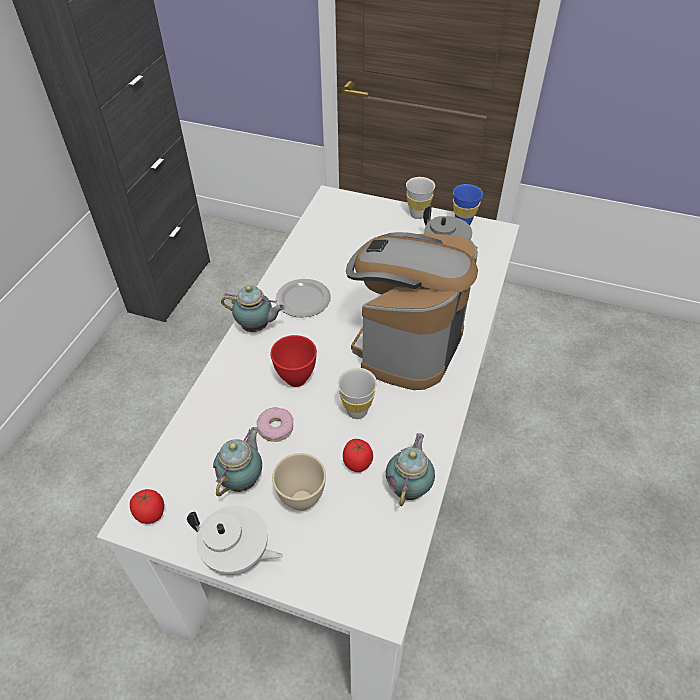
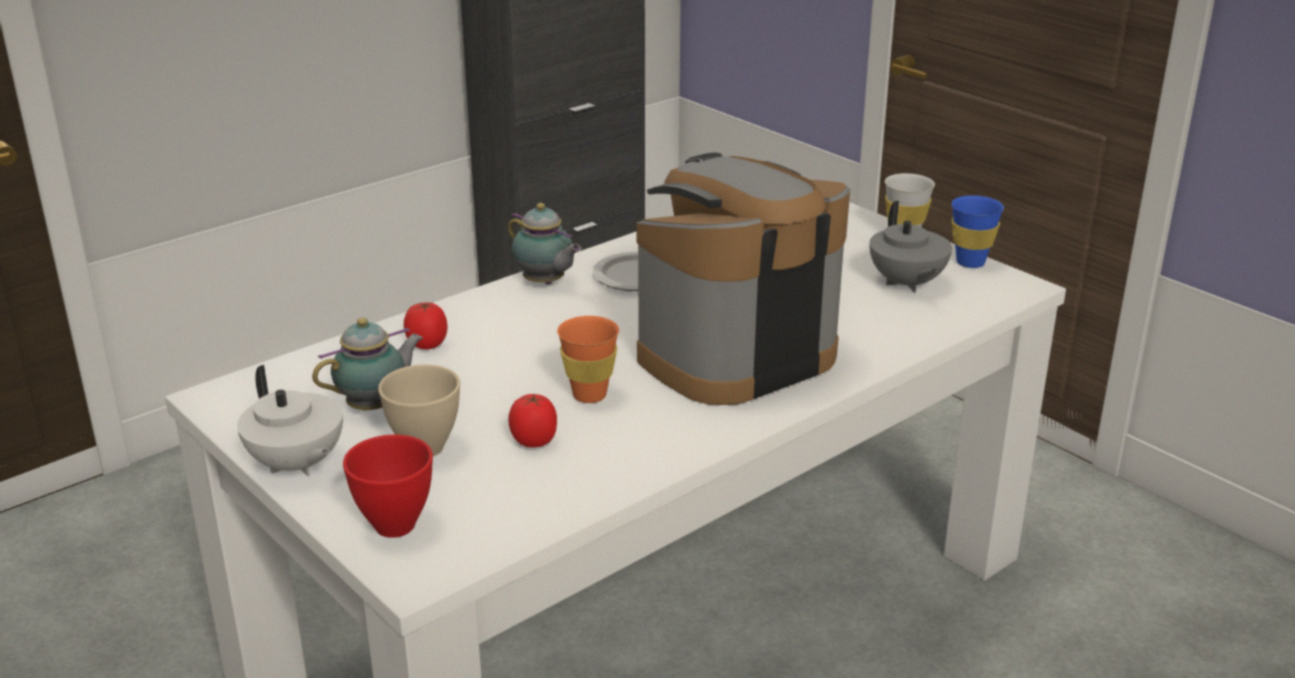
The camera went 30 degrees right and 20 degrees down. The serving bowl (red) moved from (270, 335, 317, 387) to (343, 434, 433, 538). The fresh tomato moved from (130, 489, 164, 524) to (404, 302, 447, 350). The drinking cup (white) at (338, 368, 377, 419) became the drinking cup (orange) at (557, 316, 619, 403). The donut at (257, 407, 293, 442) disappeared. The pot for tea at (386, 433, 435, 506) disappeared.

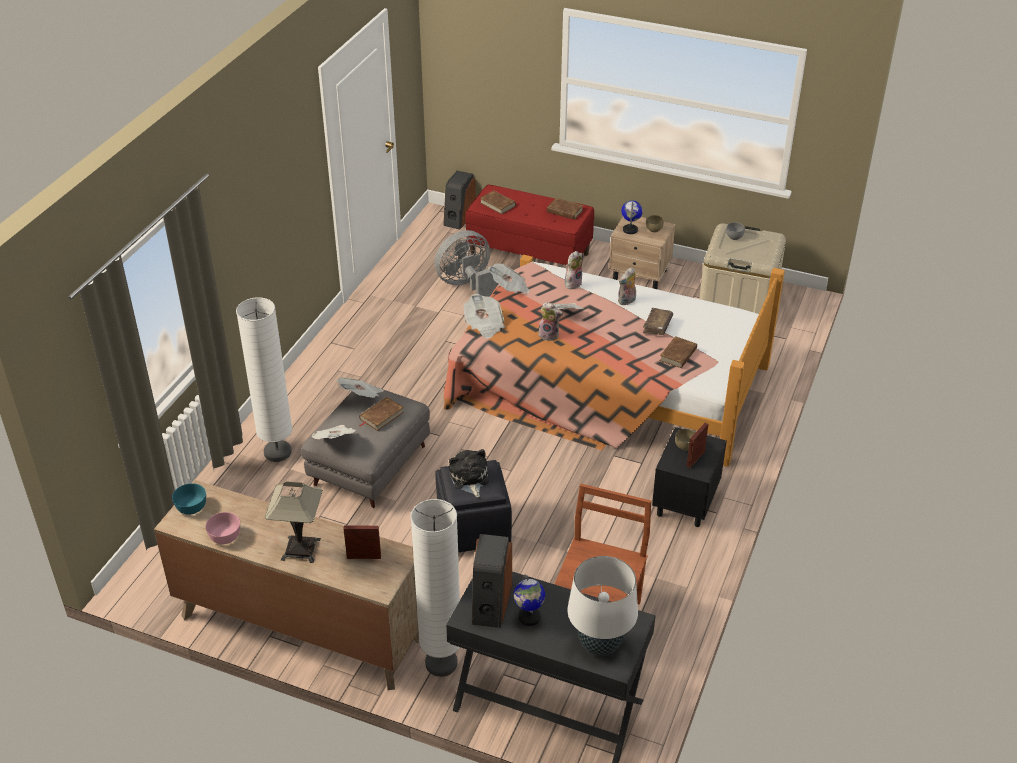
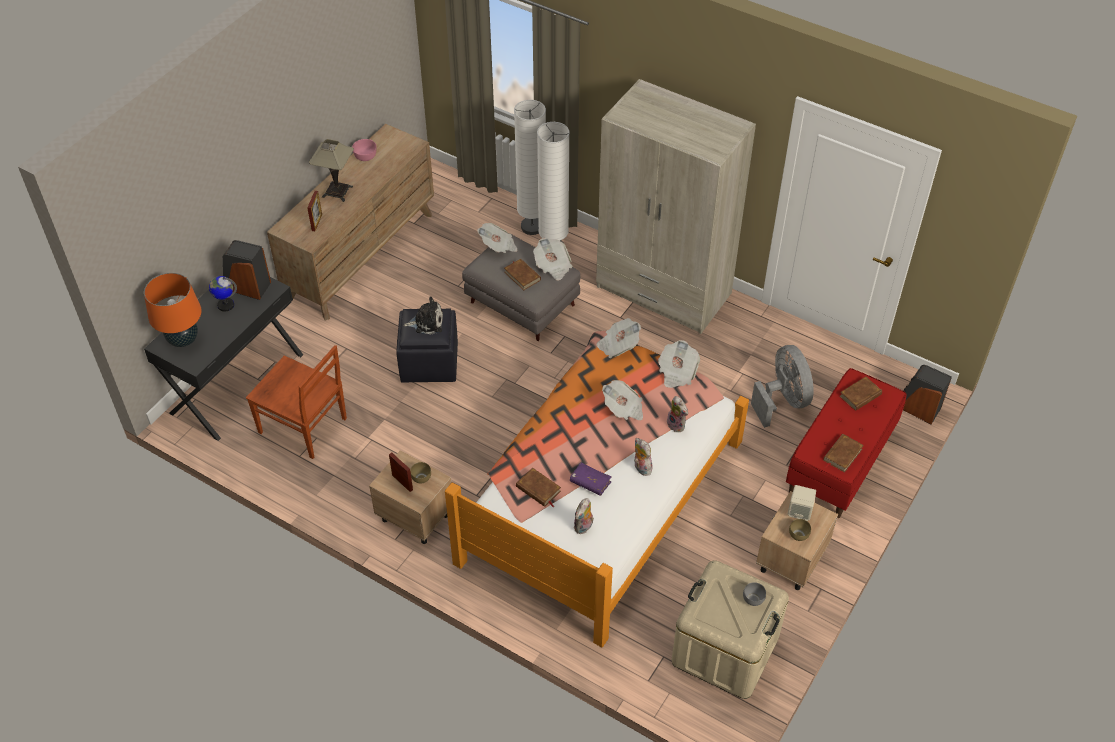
The camera went 100 degrees right and 10 degrees up. The lamp for a table (white) at (567, 556, 638, 656) became the lamp for a table (orange) at (144, 273, 202, 347). The night table (black) at (652, 427, 727, 527) became the night table (beige-coloured) at (369, 450, 451, 544). The standard lamp (white) moved from (410, 499, 460, 677) to (514, 100, 546, 235). The volume (brown) at (643, 308, 673, 335) became the volume (purplish) at (570, 462, 612, 496). The plush toy moved from (538, 302, 563, 341) to (574, 498, 594, 534). The clothes cupboard (beige-coloured) at (596, 79, 756, 334) appeared. The world globe at (621, 200, 643, 234) was replaced by the audio speaker (beige-coloured) at (787, 485, 816, 521). The serving bowl (blue-green) at (172, 483, 206, 515) disappeared.

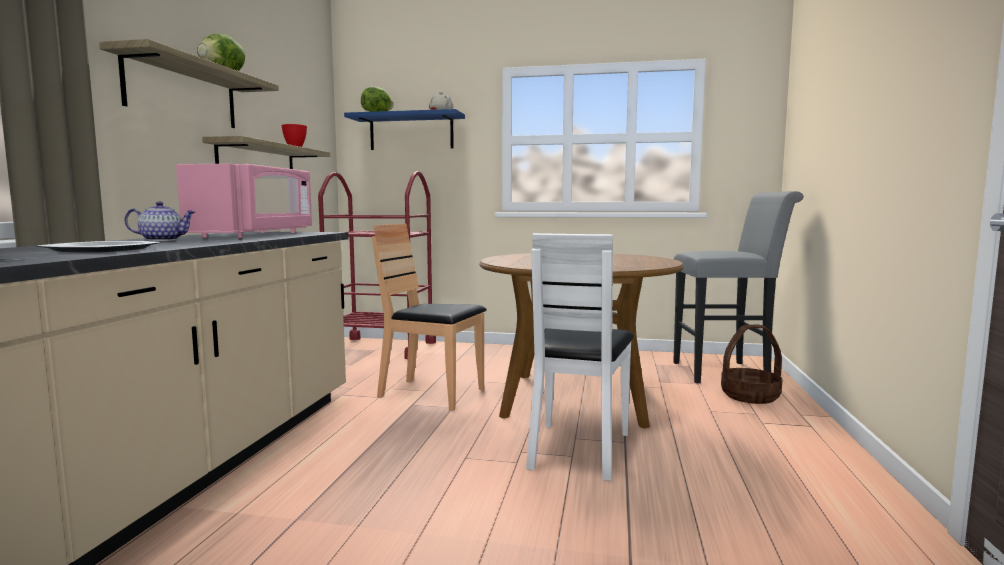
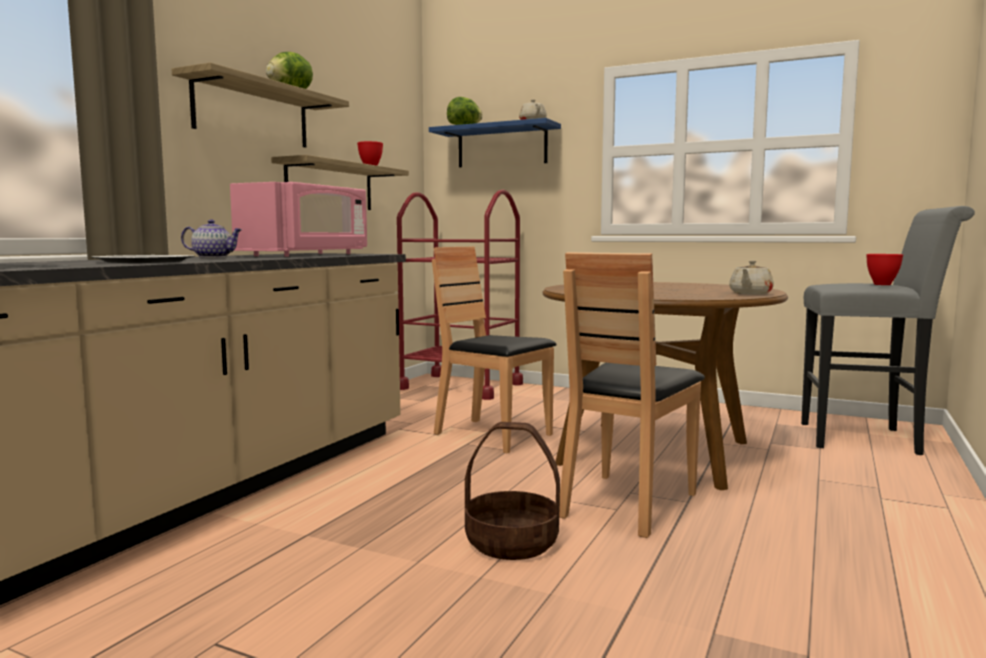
The camera went 15 degrees right and 0 degrees up. The storage basket moved from (721, 325, 782, 404) to (465, 422, 560, 560). The plain chair (white) at (526, 233, 634, 481) became the plain chair (brown) at (559, 252, 705, 538). The pot for tea (beige-coloured) at (729, 260, 774, 295) appeared. The serving bowl (red) at (866, 254, 903, 285) appeared.

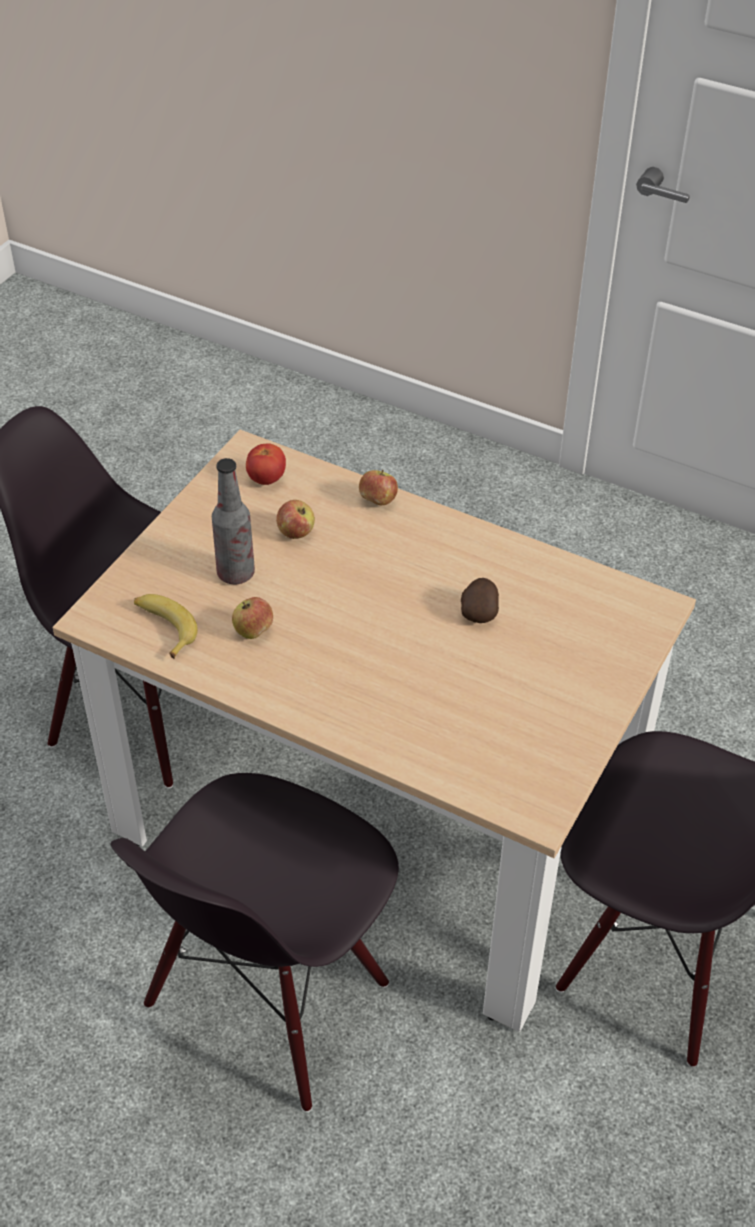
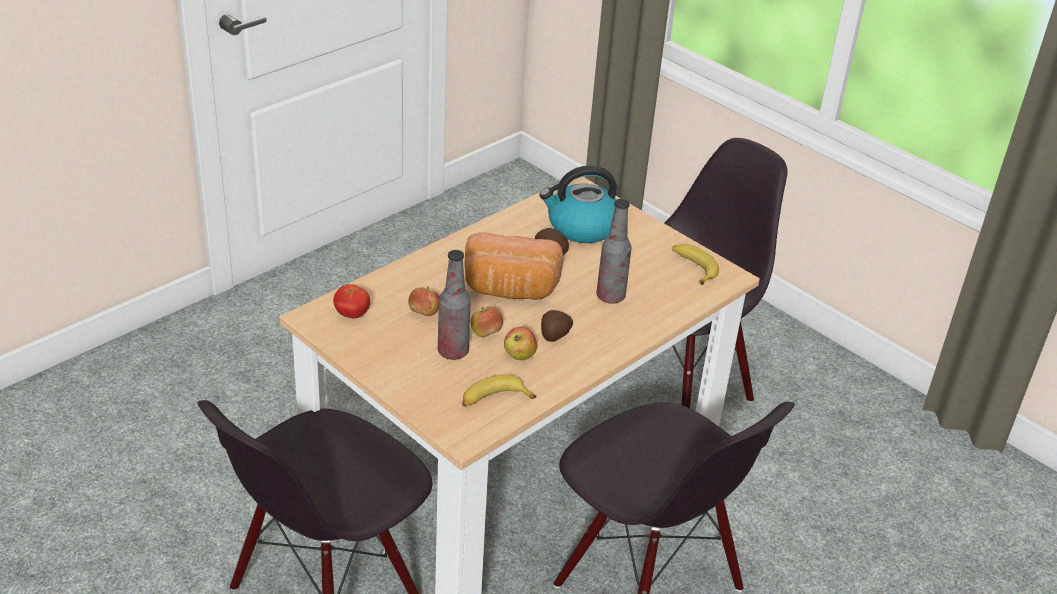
The camera went 75 degrees left and 10 degrees down. The baked bread at (465, 233, 563, 300) appeared. The apple moved from (359, 470, 398, 505) to (471, 307, 503, 337). The tea kettle at (539, 166, 617, 243) appeared. The potato at (541, 310, 573, 342) appeared. The bottle at (597, 199, 632, 304) appeared. The banana at (672, 244, 719, 285) appeared.

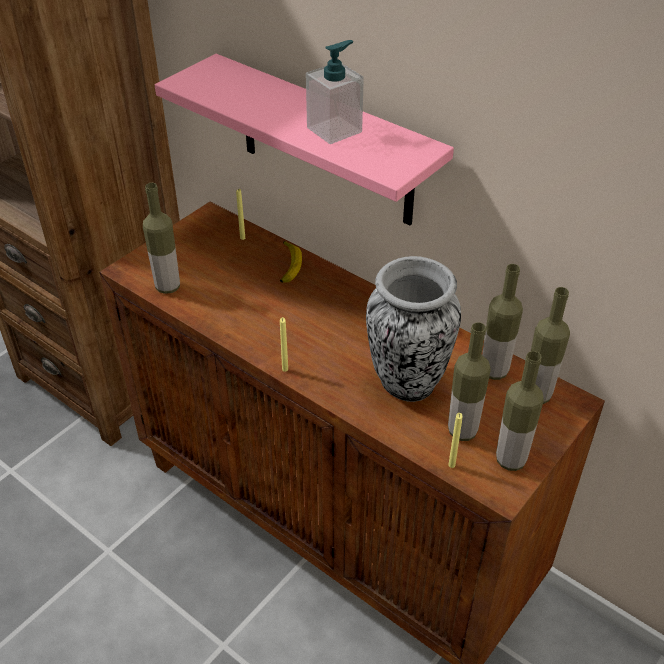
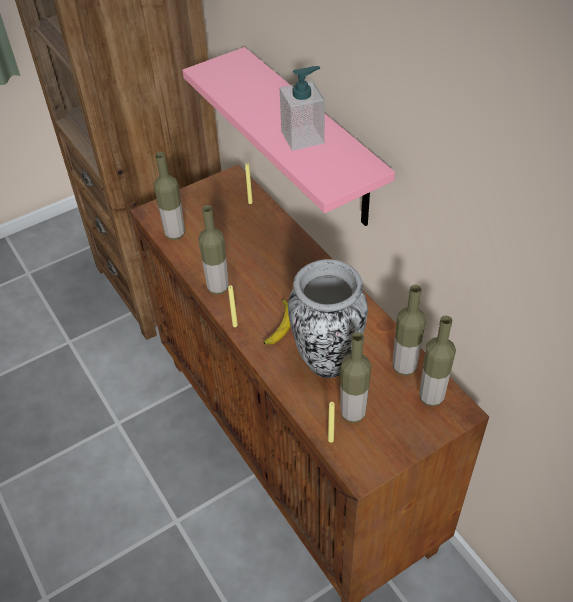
The camera went 20 degrees right and 5 degrees up. The bottle moved from (496, 351, 544, 471) to (198, 205, 229, 295). The banana moved from (280, 241, 302, 283) to (263, 299, 291, 345).

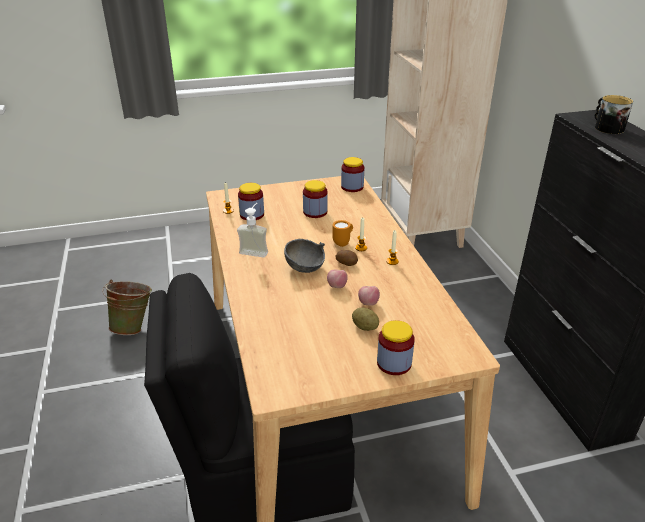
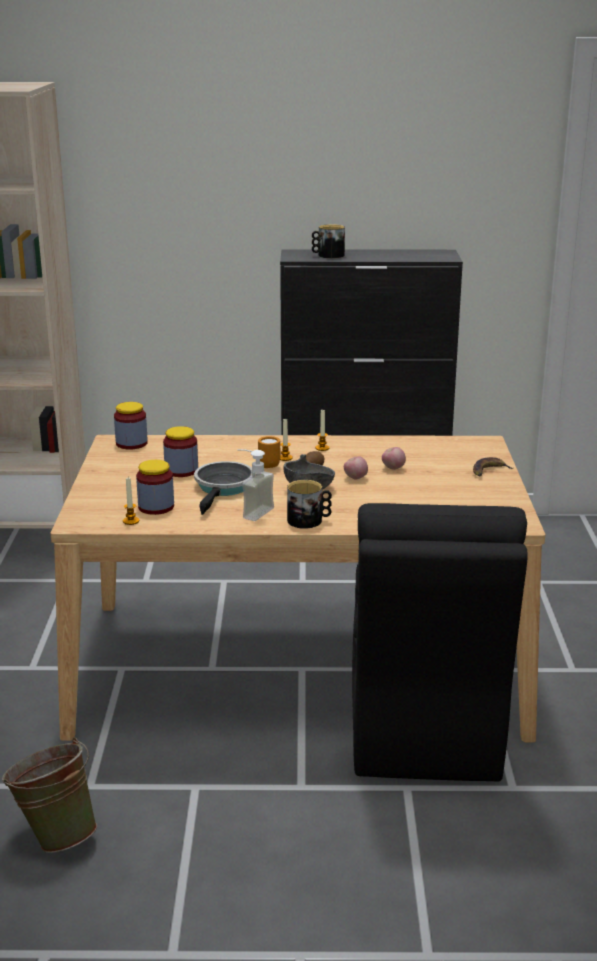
The camera went 75 degrees left and 10 degrees down. The skillet at (194, 461, 252, 515) appeared. The tea mug at (287, 480, 332, 529) appeared. The jar at (377, 320, 415, 375) was replaced by the banana at (473, 457, 513, 476). The potato at (352, 307, 379, 331) disappeared.

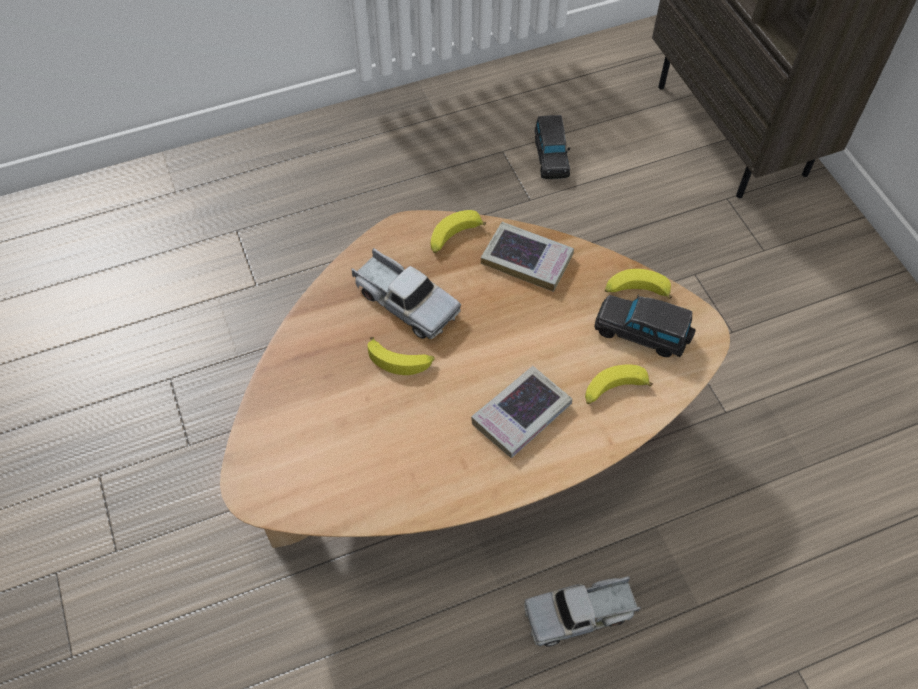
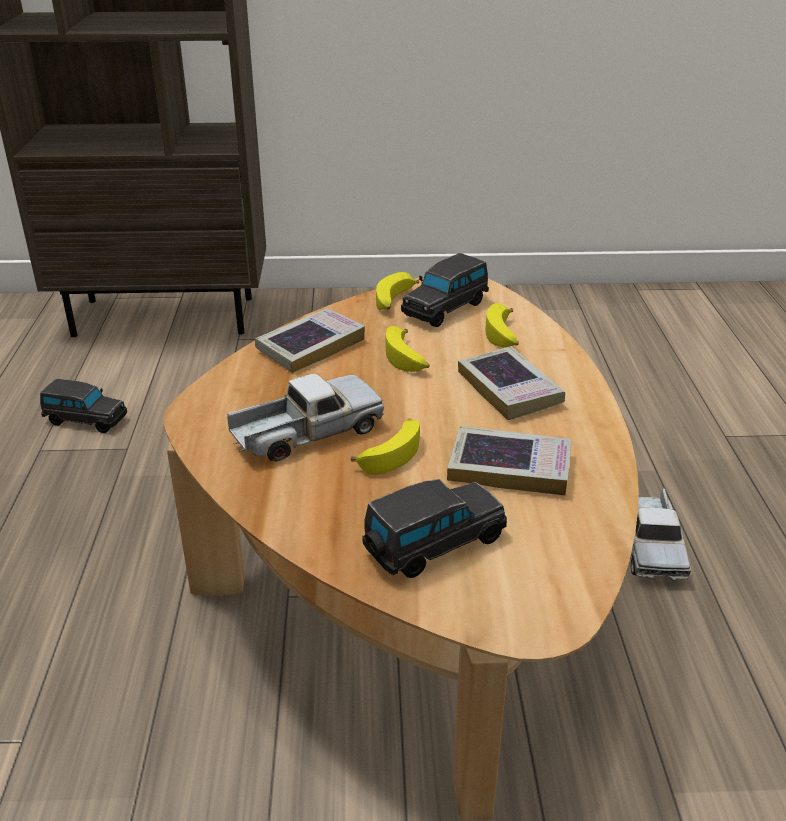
The camera went 70 degrees left and 25 degrees down. The model car (black) at (362, 479, 507, 578) appeared. The banana moved from (431, 210, 486, 253) to (385, 326, 430, 372). The volume at (447, 426, 572, 496) appeared.

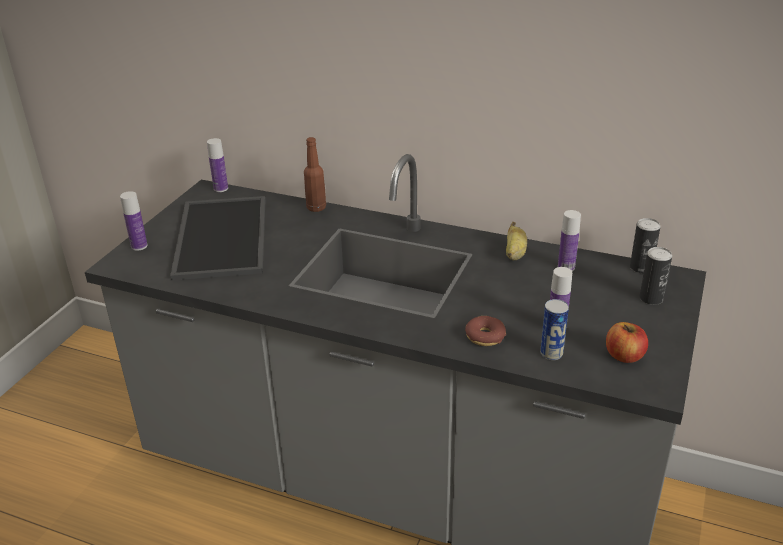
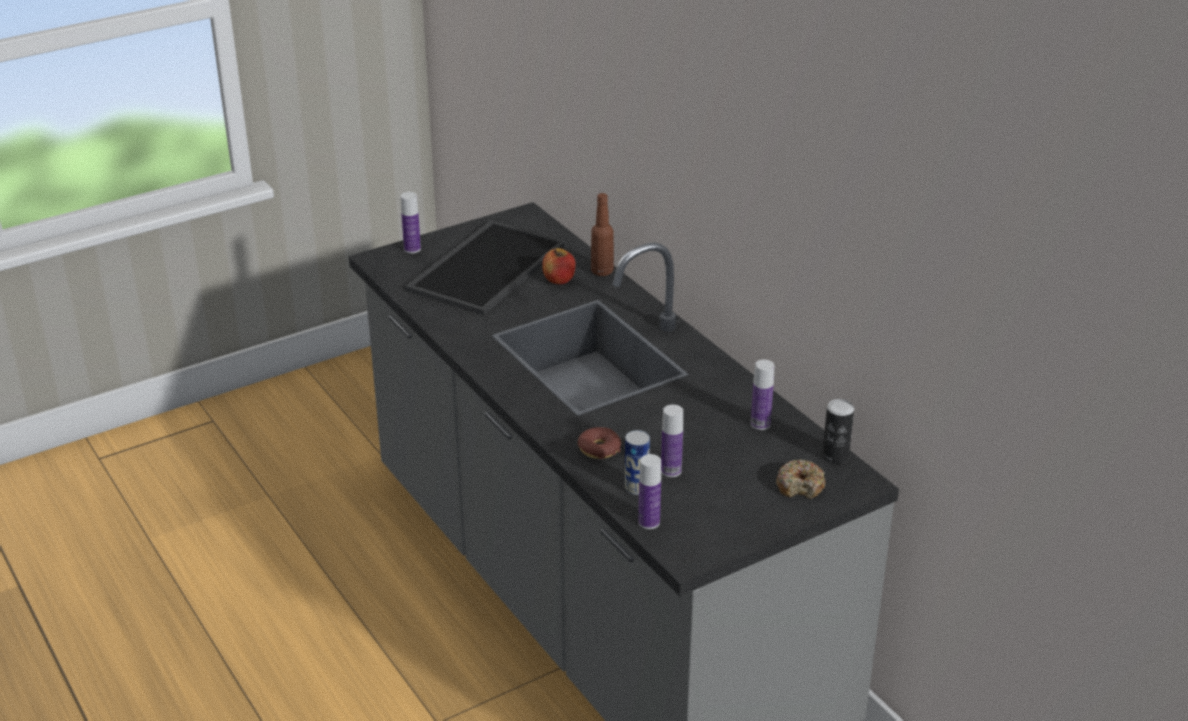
The camera went 35 degrees right and 0 degrees up. The apple moved from (606, 322, 648, 363) to (542, 248, 576, 284). The bottle moved from (207, 138, 228, 192) to (638, 454, 661, 529). The can at (639, 247, 672, 305) was replaced by the donut at (776, 460, 825, 499). The banana at (506, 222, 527, 260) disappeared.

